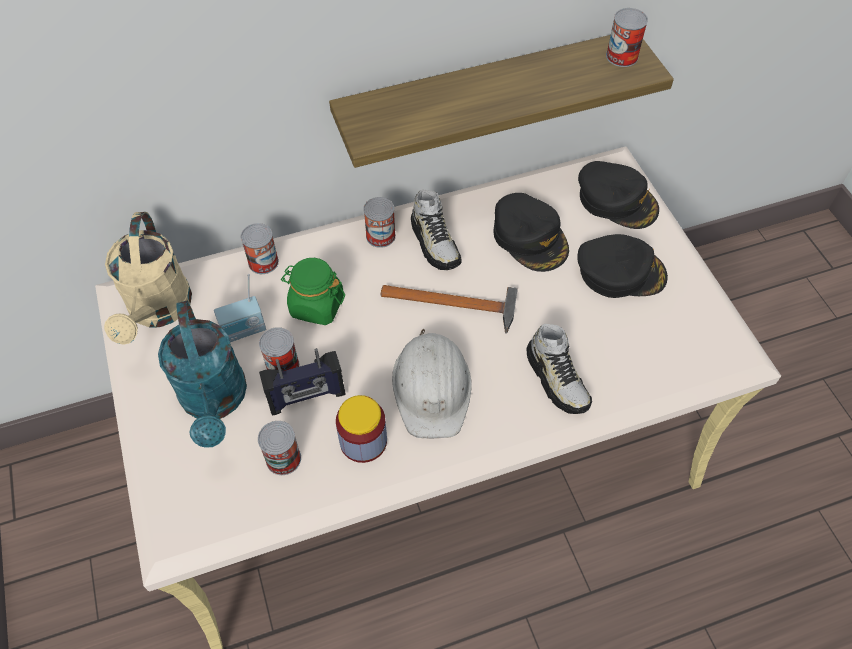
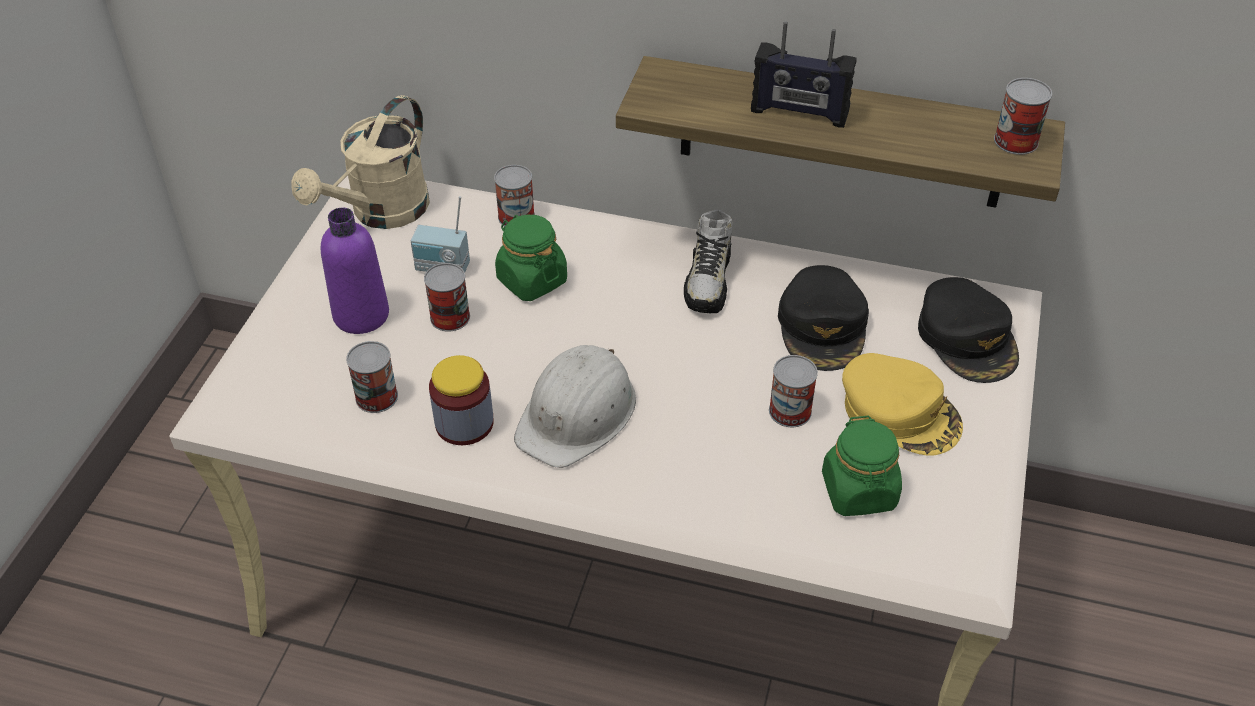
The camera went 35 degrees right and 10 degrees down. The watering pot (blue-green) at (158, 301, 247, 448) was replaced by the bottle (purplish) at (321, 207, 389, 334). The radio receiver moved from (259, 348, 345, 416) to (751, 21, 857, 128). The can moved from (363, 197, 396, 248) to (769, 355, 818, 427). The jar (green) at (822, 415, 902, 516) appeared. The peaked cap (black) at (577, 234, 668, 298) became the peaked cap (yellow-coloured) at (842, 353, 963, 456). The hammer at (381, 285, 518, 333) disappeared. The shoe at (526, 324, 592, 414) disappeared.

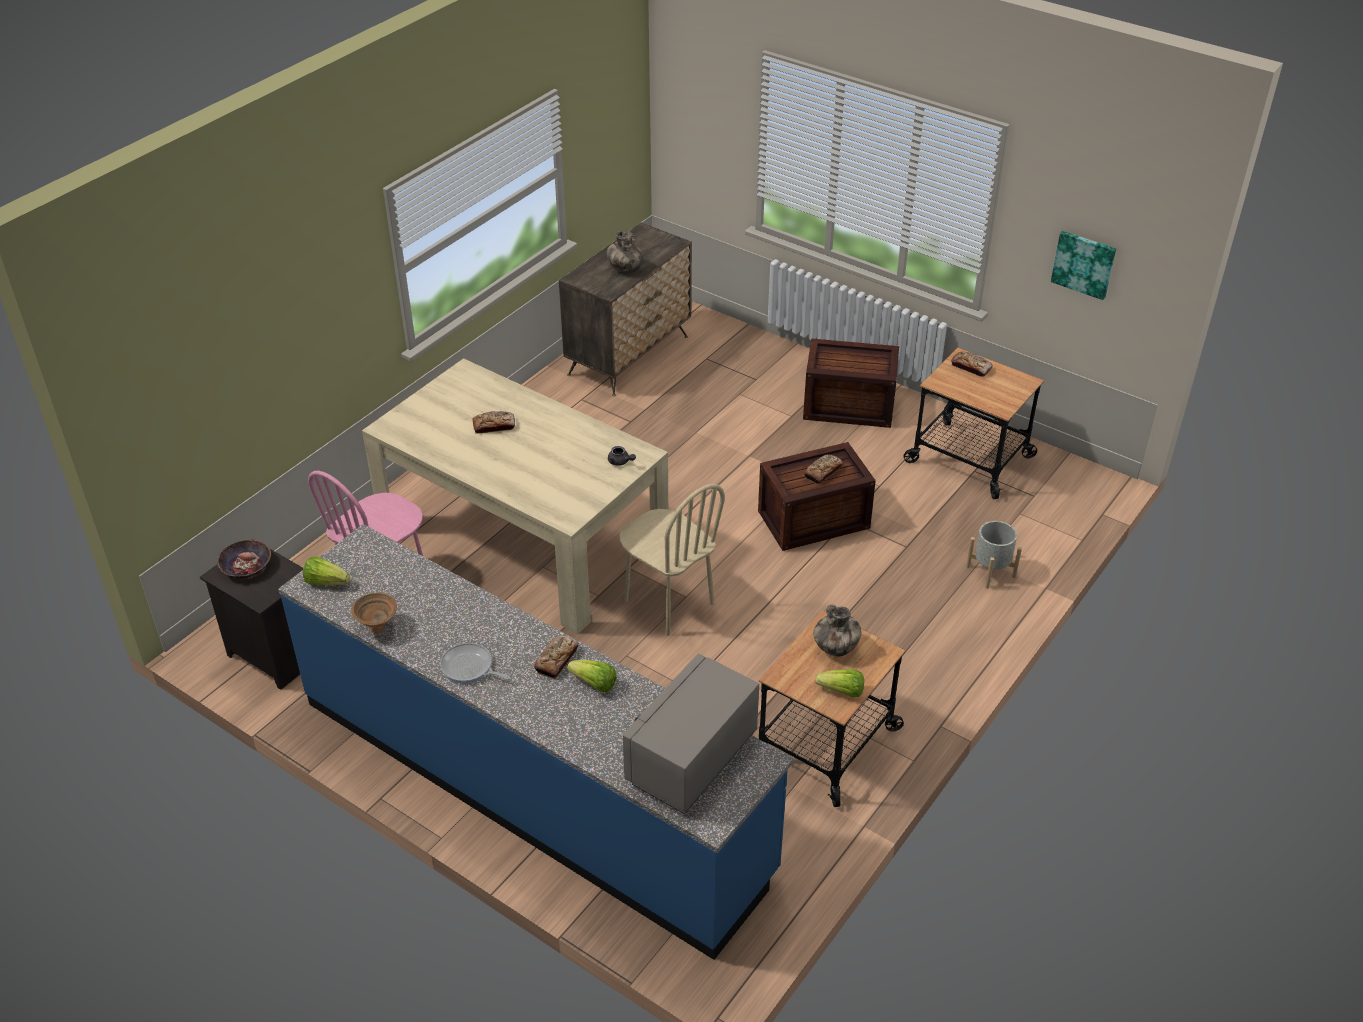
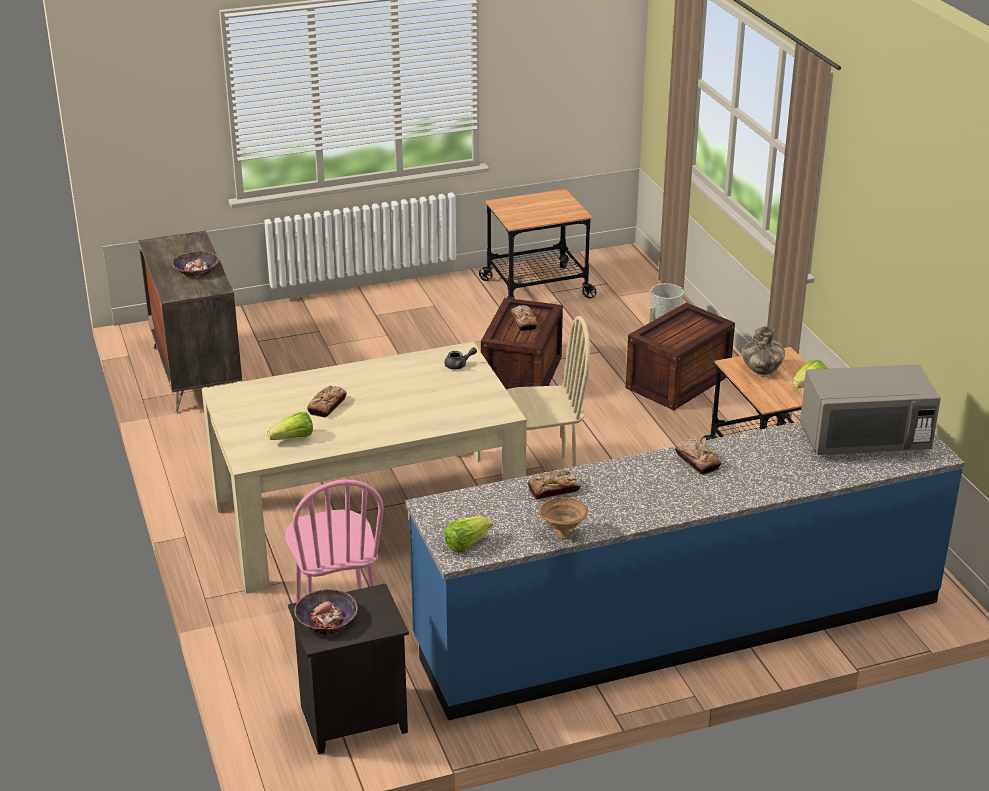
The camera went 55 degrees left and 10 degrees down. The decorative vase at (607, 231, 643, 273) was replaced by the serving bowl at (172, 251, 219, 279). The lettuce moved from (567, 660, 617, 692) to (267, 412, 313, 440). The baked bread moved from (951, 351, 993, 377) to (528, 471, 581, 500). The shipping crate moved from (803, 339, 899, 428) to (626, 303, 735, 410). The kitchen microwave (greyish) at (623, 654, 759, 814) turned 75 degrees counterclockwise. The skillet at (440, 643, 510, 683) disappeared. The wall picture at (1051, 231, 1116, 300) disappeared.

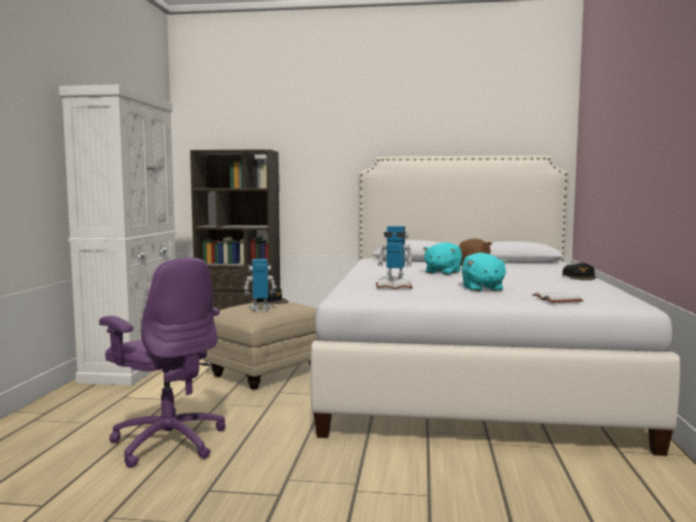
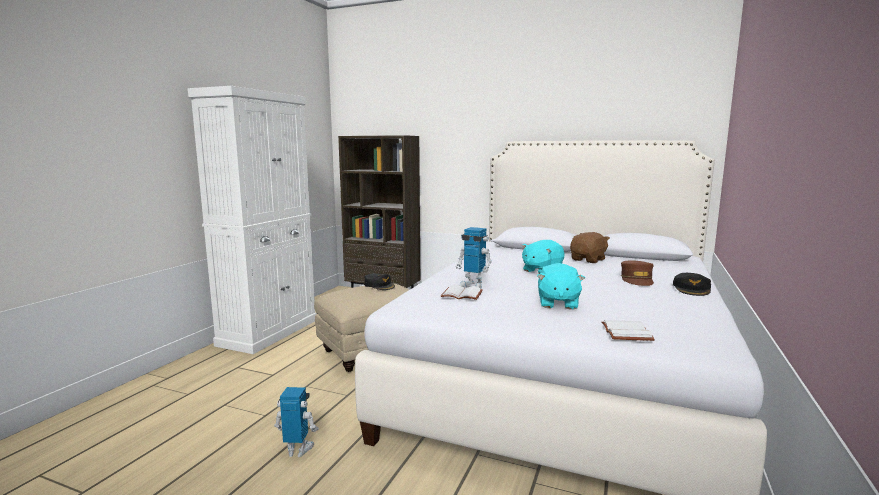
The camera went 15 degrees right and 5 degrees up. The robot figure moved from (244, 259, 276, 312) to (274, 387, 319, 457). The peaked cap (brown) at (621, 260, 654, 286) appeared. The computer chair (purplish) at (99, 257, 225, 468) disappeared.

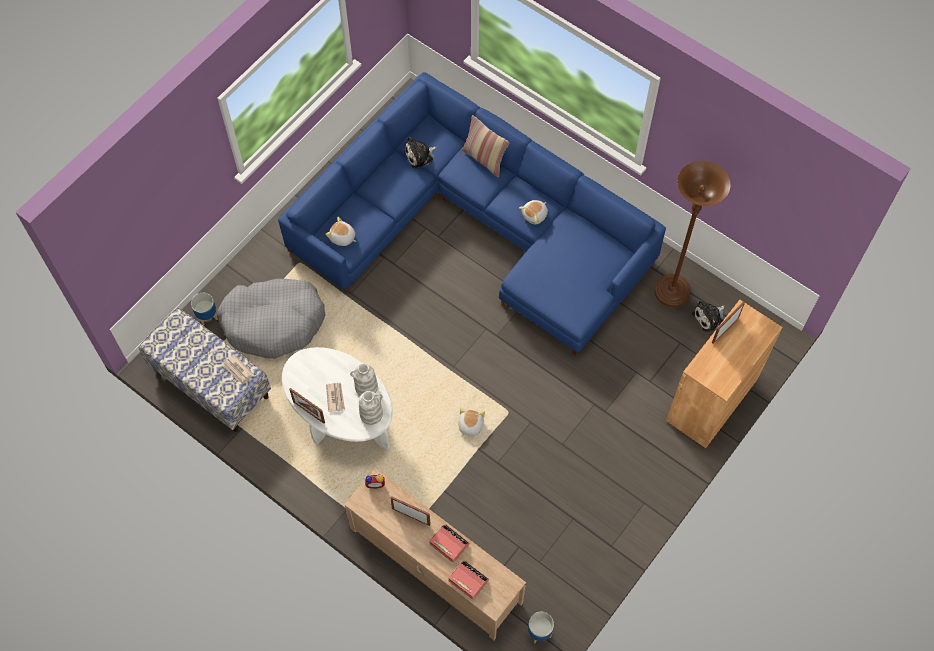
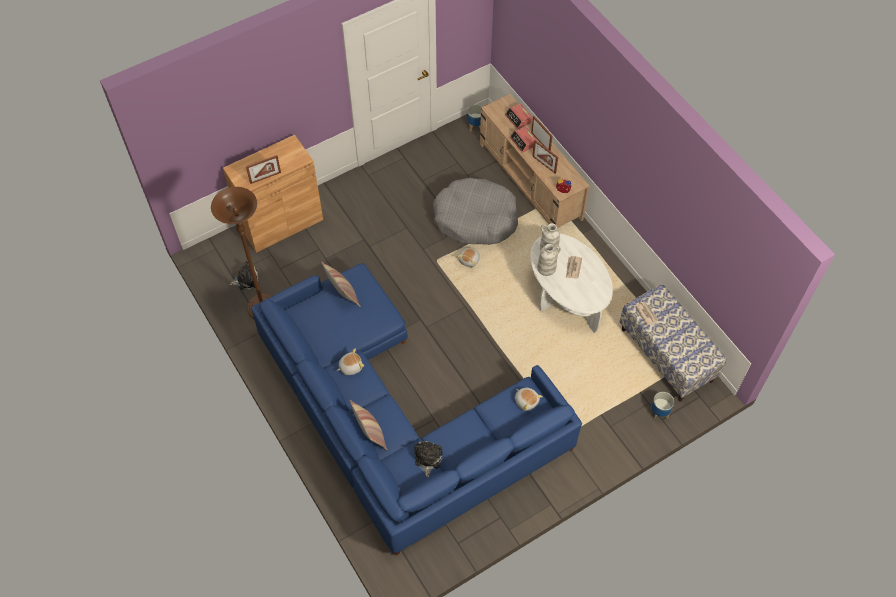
The camera went 160 degrees left and 5 degrees down. The pillow at (321, 261, 360, 307) appeared. The plush toy at (404, 136, 437, 169) turned 75 degrees counterclockwise. The dog cushion (greyish) moved from (217, 279, 326, 359) to (433, 178, 518, 245). The photo frame moved from (289, 388, 325, 424) to (531, 116, 553, 151).

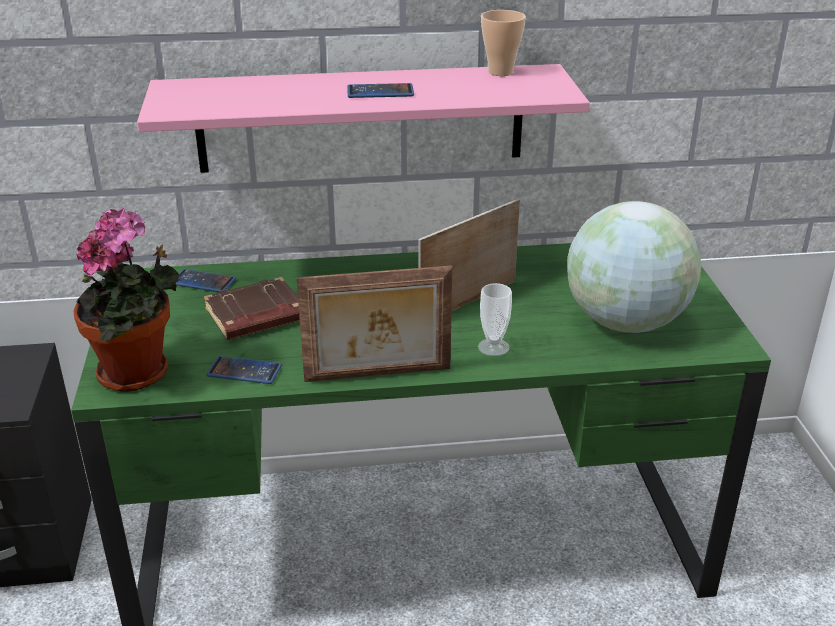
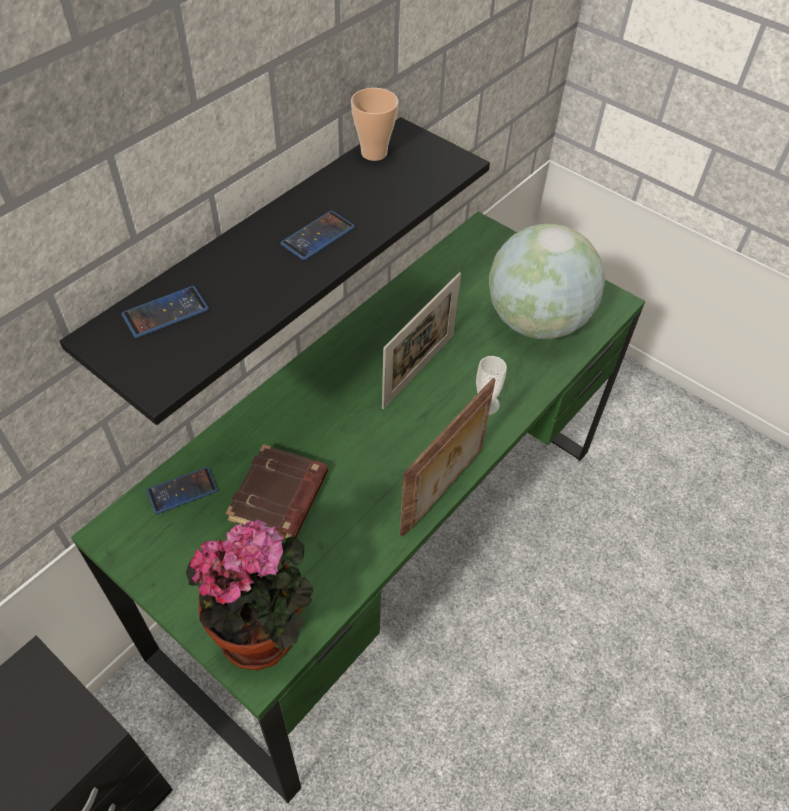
The camera went 45 degrees left and 20 degrees up. The bracket shelf (pink) at (137, 64, 590, 173) became the bracket shelf (black) at (60, 117, 490, 425). The handset moved from (207, 356, 282, 384) to (122, 286, 209, 338). The photo frame at (418, 198, 520, 311) turned 150 degrees counterclockwise.

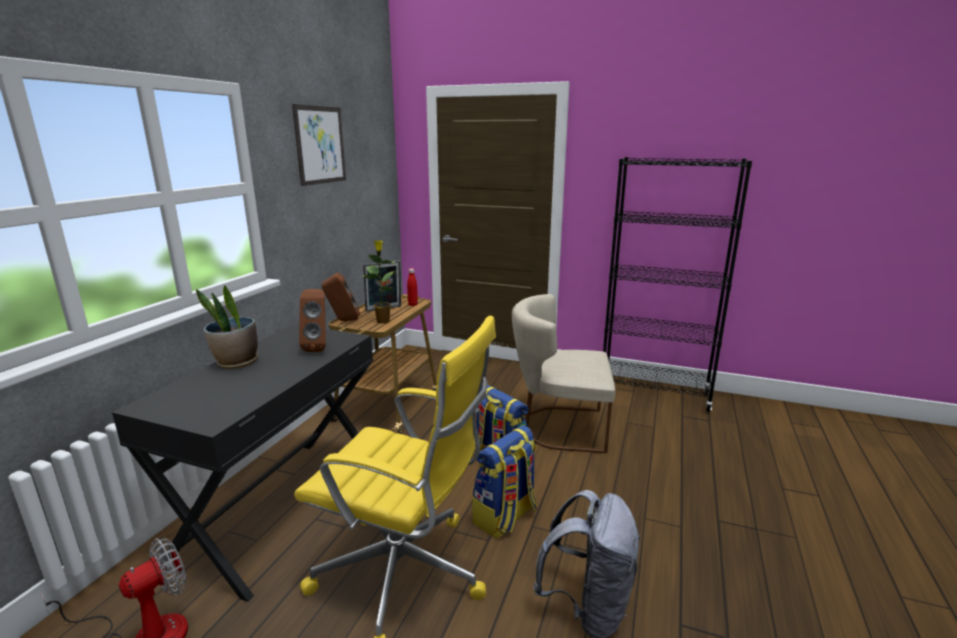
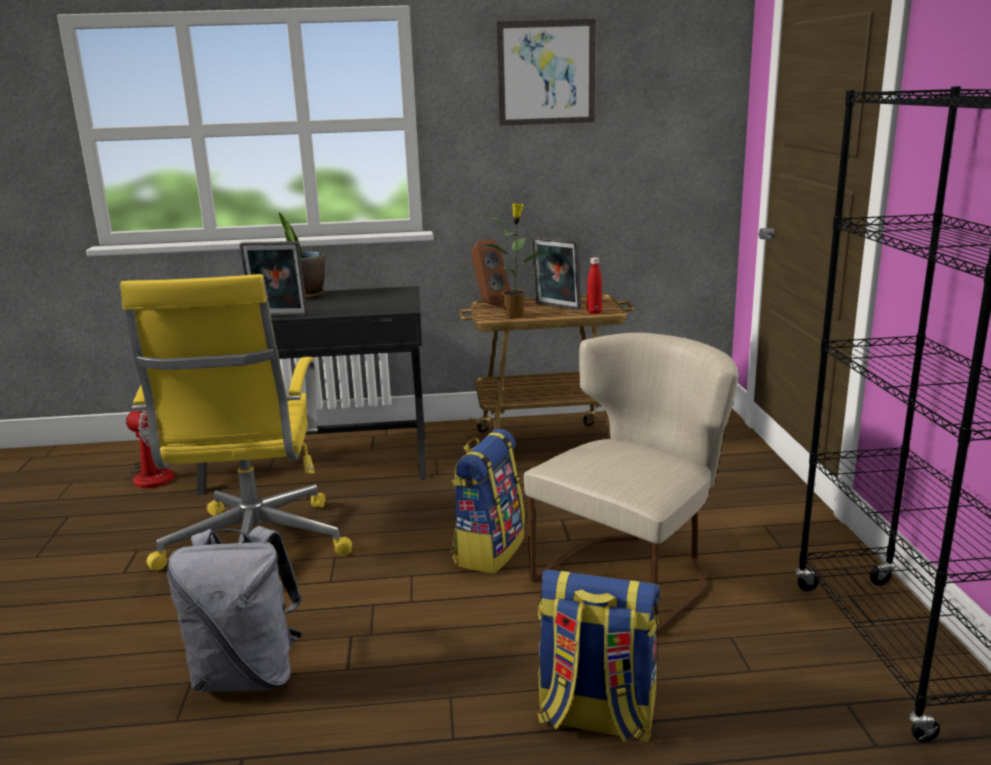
The camera went 65 degrees right and 0 degrees up. The photo frame at (239, 241, 308, 317) appeared. The plain chair (beige-coloured) at (512, 294, 615, 453) turned 60 degrees clockwise. The backpack moved from (472, 425, 537, 539) to (537, 569, 660, 742). The audio speaker (brown) at (299, 289, 326, 352) disappeared.

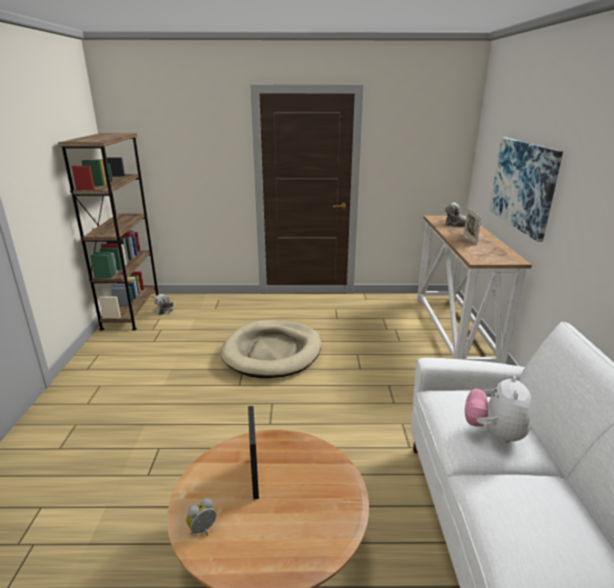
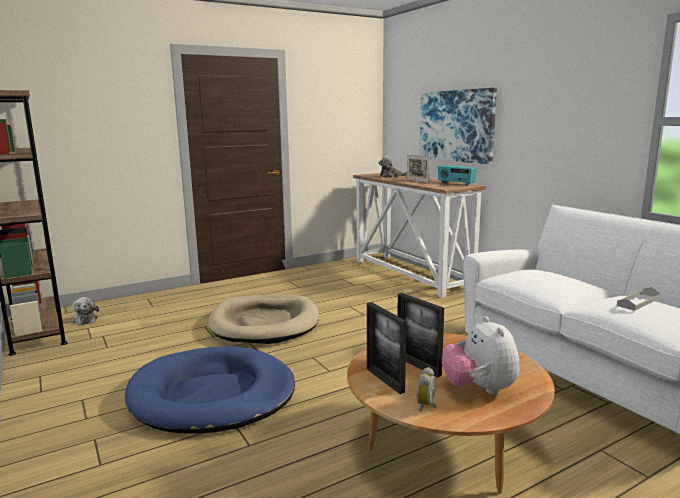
The camera went 30 degrees left and 10 degrees down. The dog cushion (blue) at (125, 346, 295, 434) appeared. The photo frame at (367, 302, 406, 394) appeared. The radio receiver at (438, 165, 477, 185) appeared. The plush toy moved from (465, 376, 532, 443) to (442, 316, 519, 395). The carrying tray (greyish) at (617, 287, 660, 311) appeared.

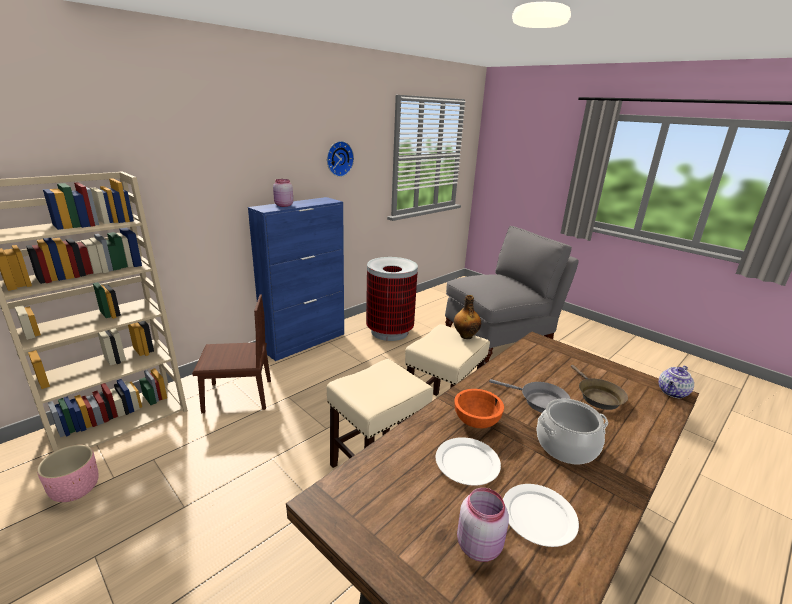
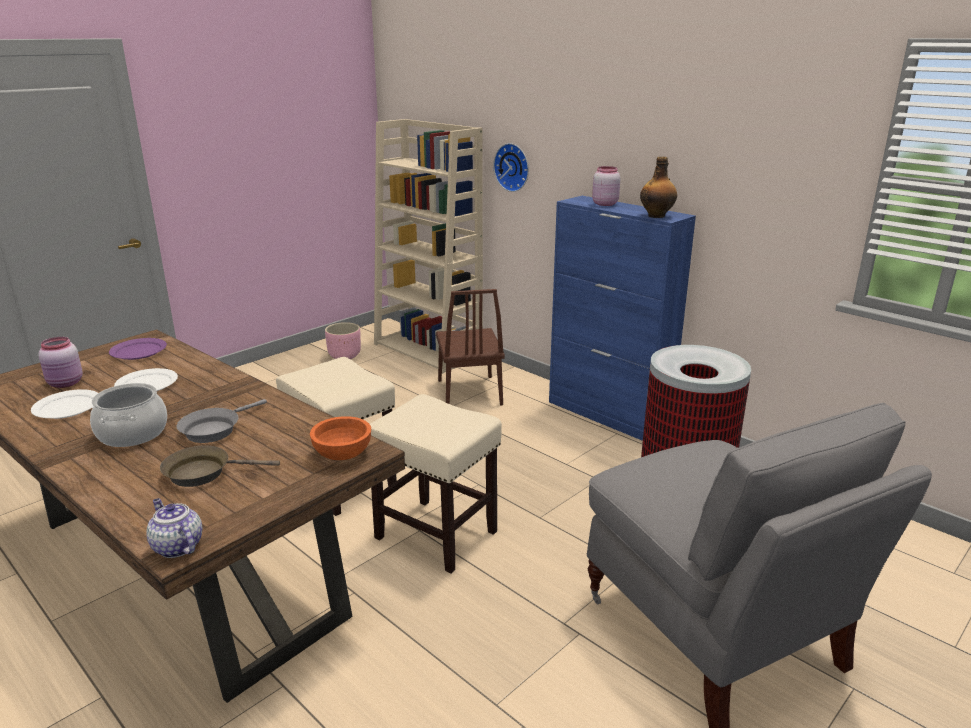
The camera went 90 degrees right and 0 degrees up. The flat dish (purplish) at (109, 338, 167, 360) appeared. The serving bowl (orange) moved from (454, 389, 504, 428) to (310, 416, 371, 460). The hanging clock moved from (327, 141, 354, 177) to (493, 143, 529, 192). The bottle moved from (454, 295, 481, 339) to (640, 157, 677, 218).

